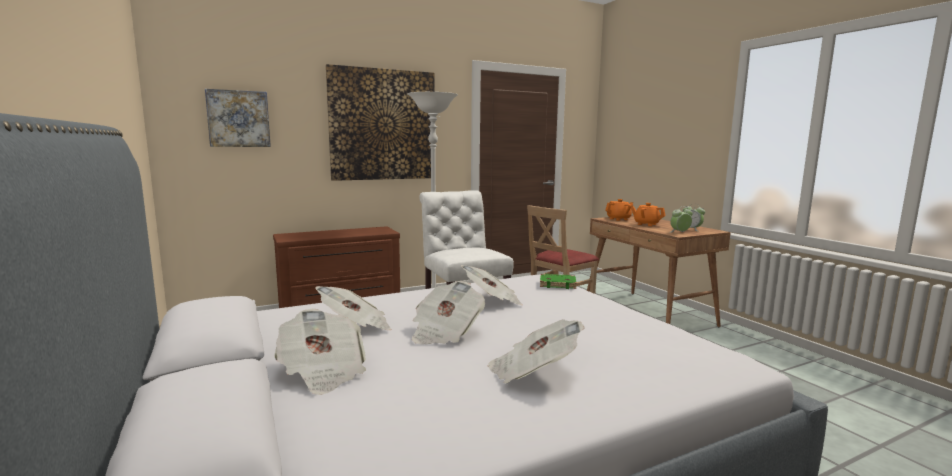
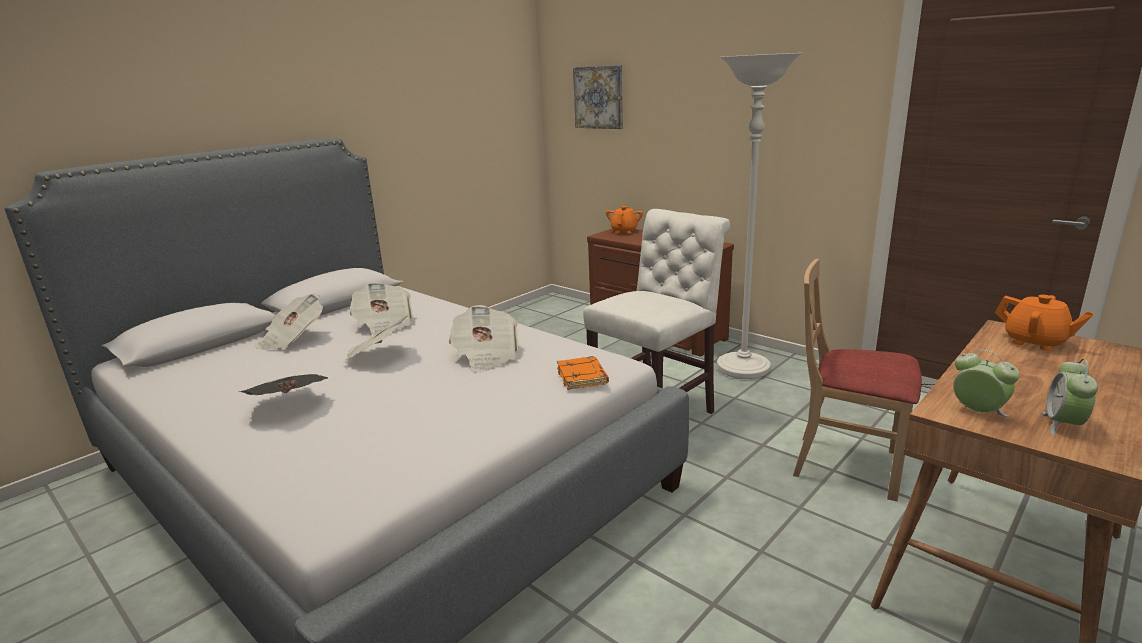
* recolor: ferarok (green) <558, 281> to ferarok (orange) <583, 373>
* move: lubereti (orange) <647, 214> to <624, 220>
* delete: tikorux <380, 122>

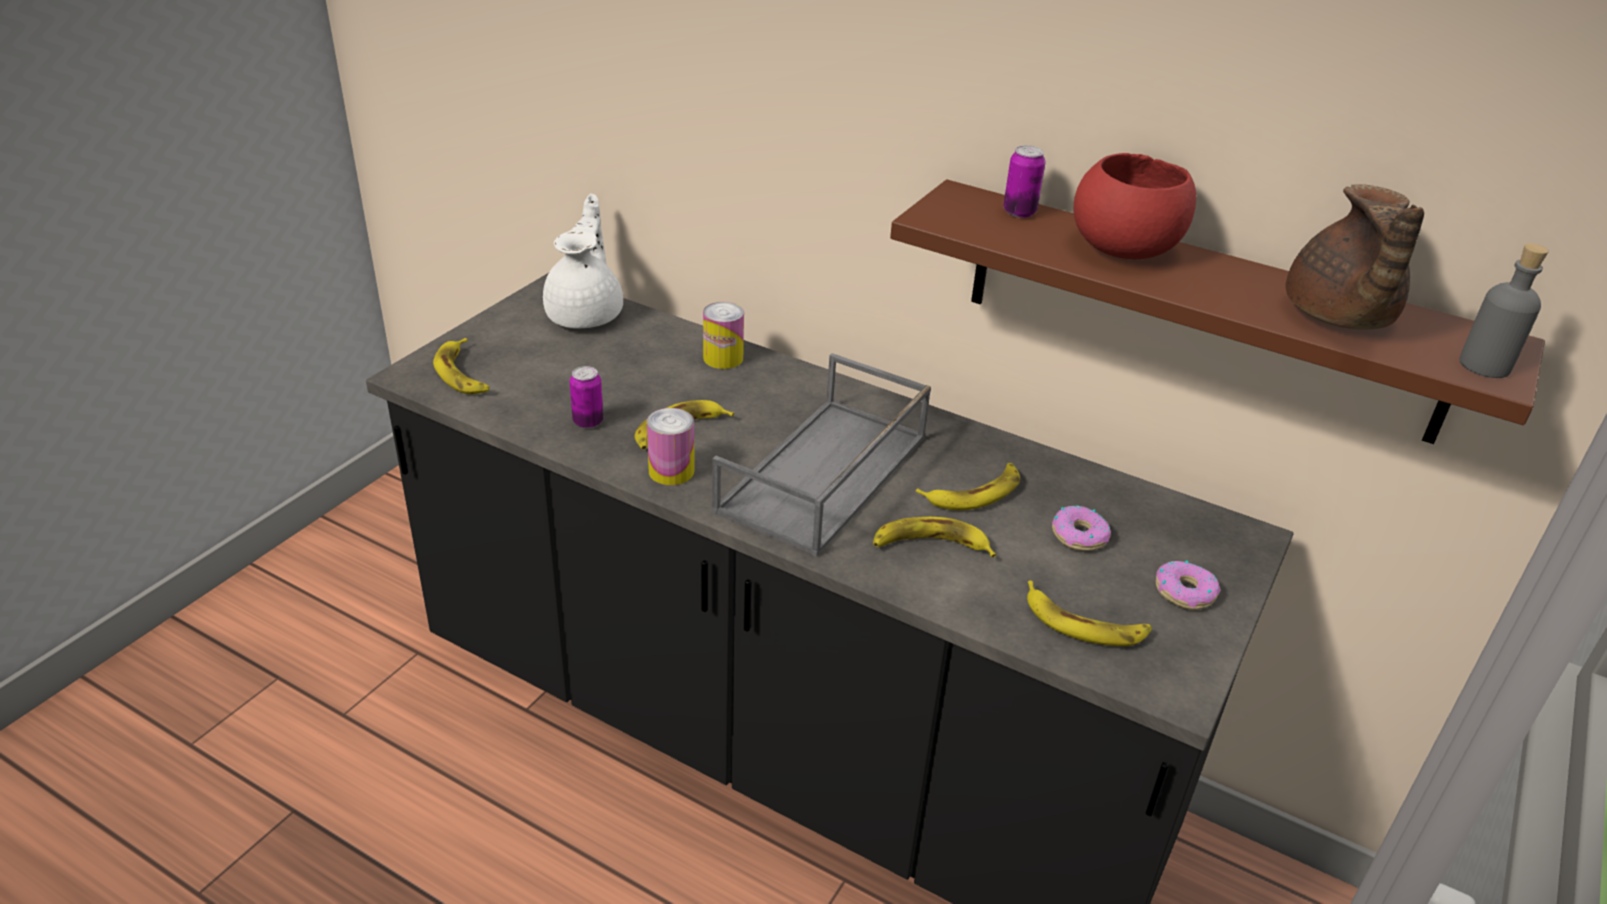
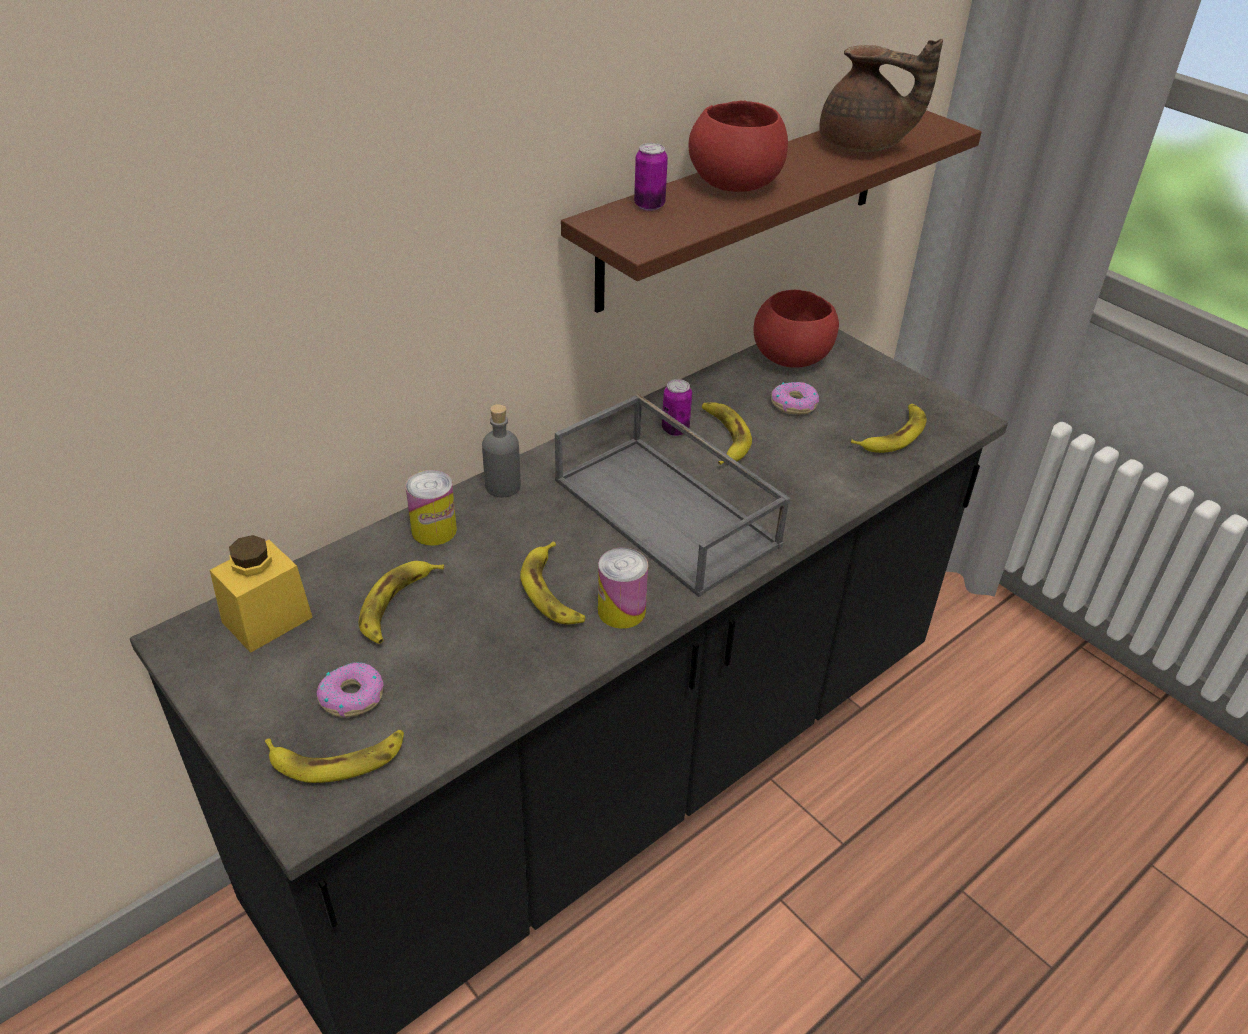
* replace: lubereti (white) <583, 261> to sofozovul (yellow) <261, 594>
* move: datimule <1188, 585> to <350, 689>
* move: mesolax <934, 537> to <401, 602>
* move: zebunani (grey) <1504, 310> to <501, 450>
* move: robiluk <586, 397> to <677, 407>
* insert: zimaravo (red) <796, 329>

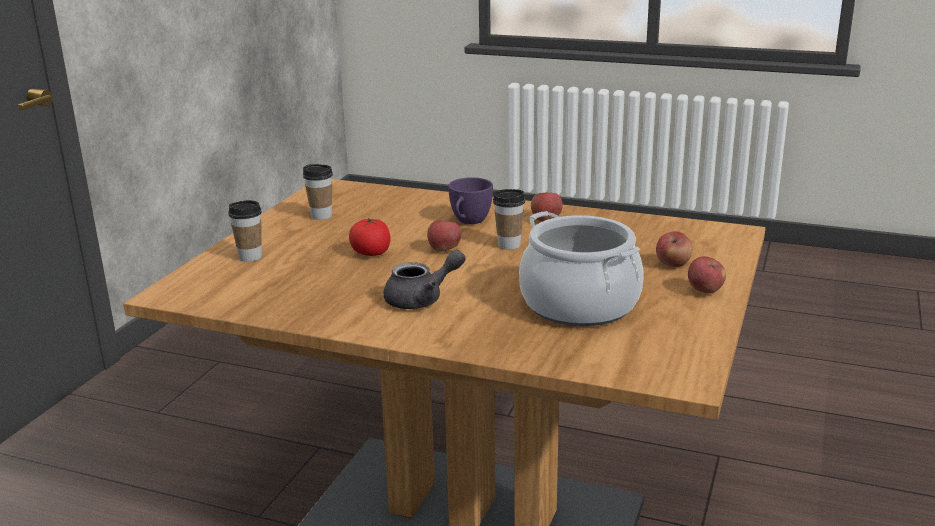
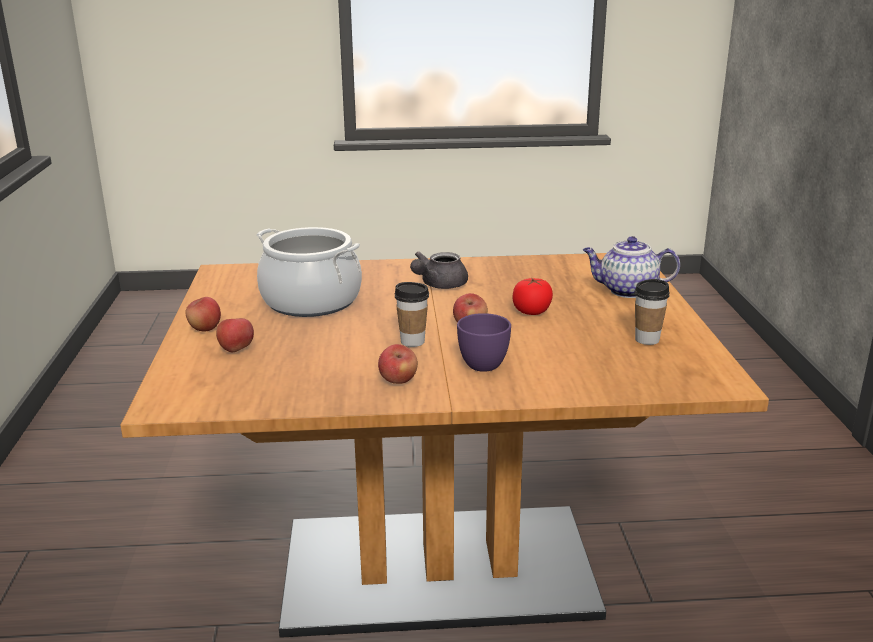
* replace: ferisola <245, 231> to lubereti <631, 267>

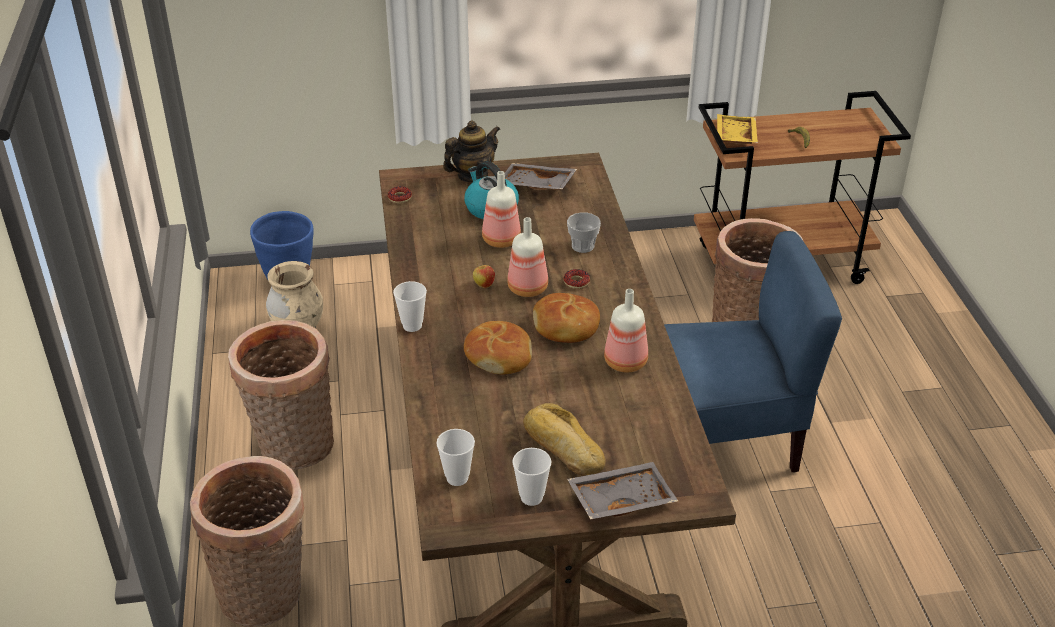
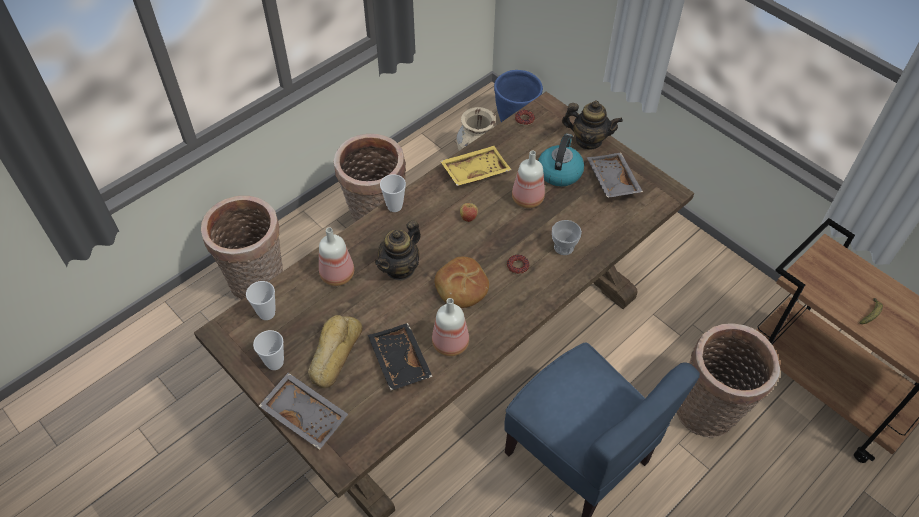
* move: zebunani <527, 257> to <336, 256>
* insert: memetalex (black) <400, 357>
* replace: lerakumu <498, 348> to lubereti <398, 250>
* move: memetalex (yellow) <737, 129> to <475, 166>

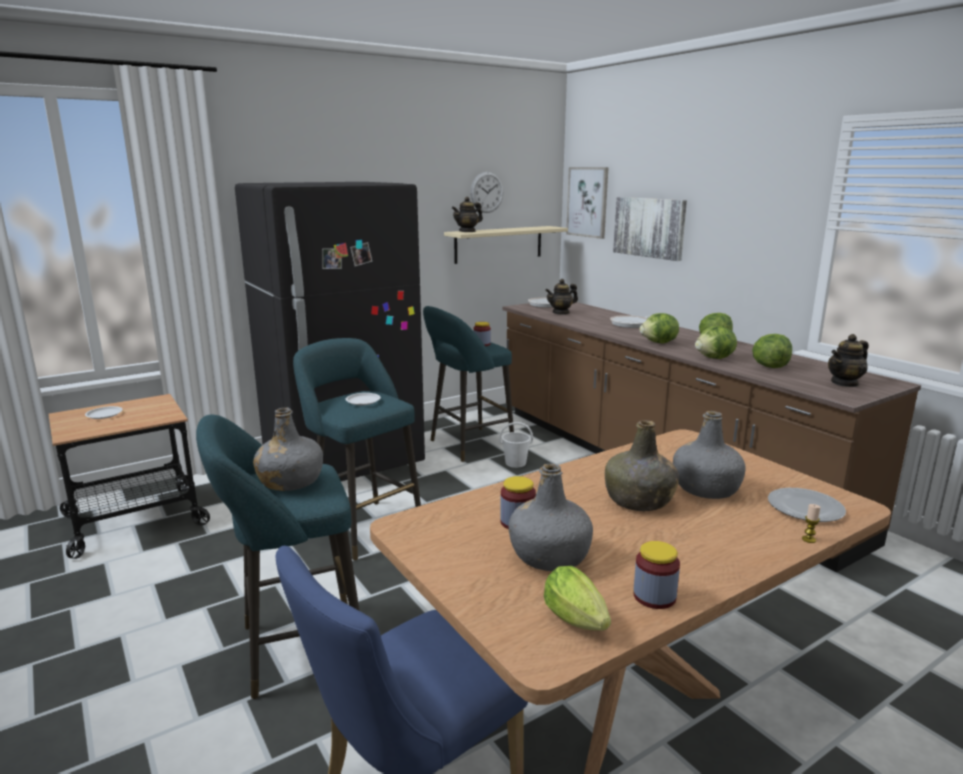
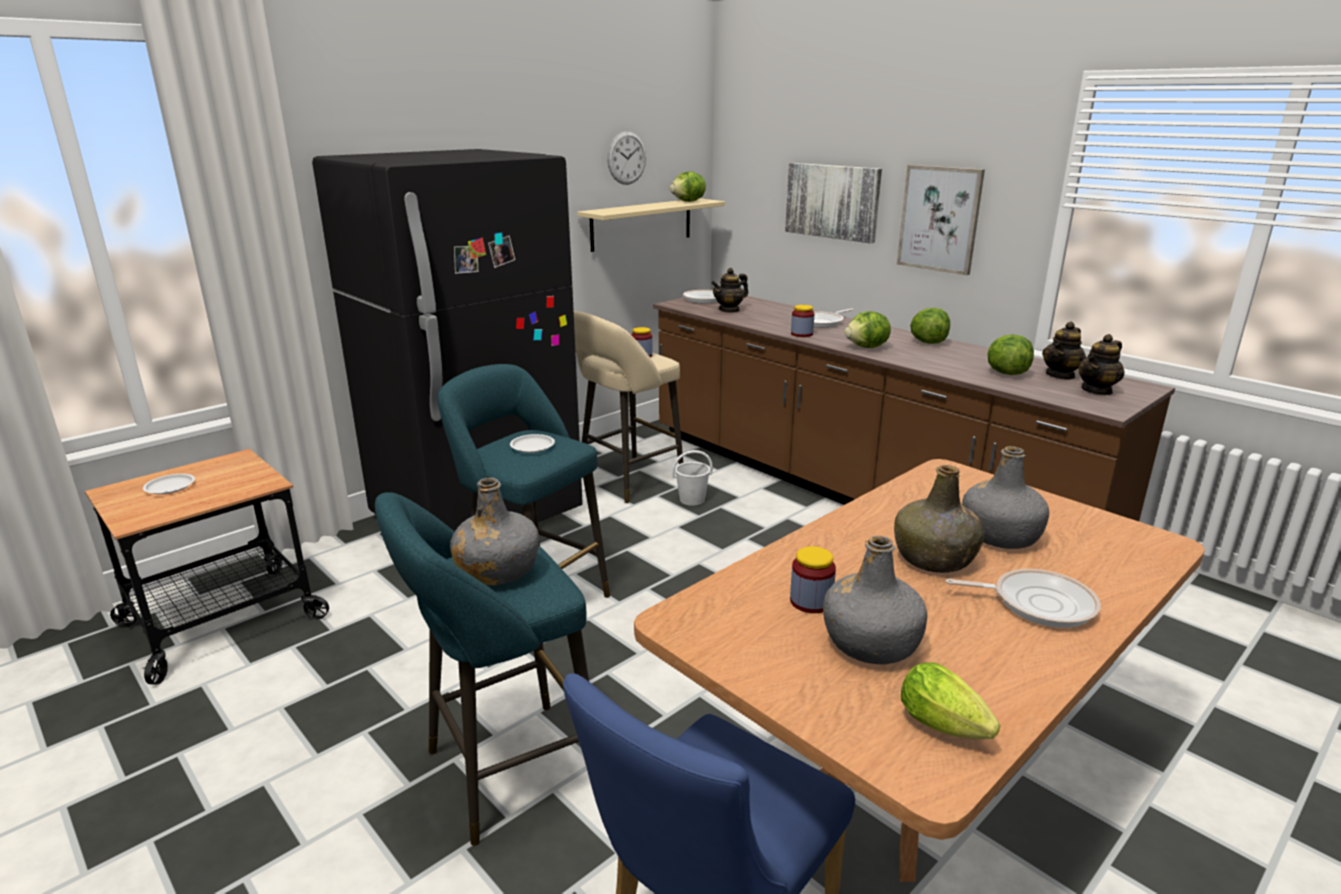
* recolor: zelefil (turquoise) <468, 384> to zelefil (beige) <628, 407>
* move: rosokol <716, 342> to <688, 187>
* move: sofozovul <656, 575> to <802, 321>
* move: tikorux <587, 203> to <941, 220>
* insert: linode <1023, 598>
* move: lubereti <467, 214> to <1064, 351>
* delete: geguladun <807, 505>
* delete: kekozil <811, 523>

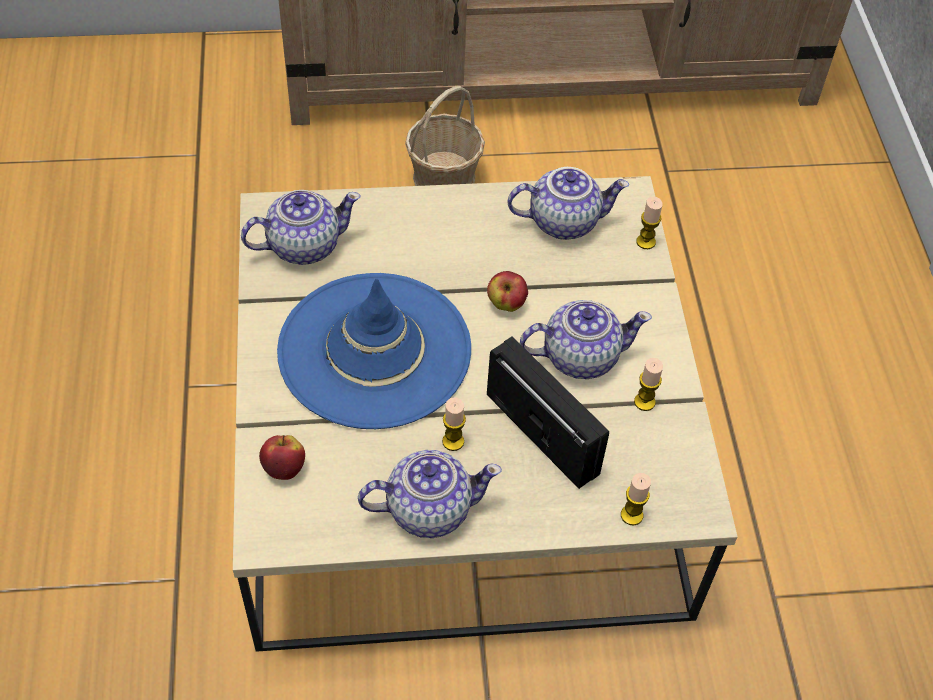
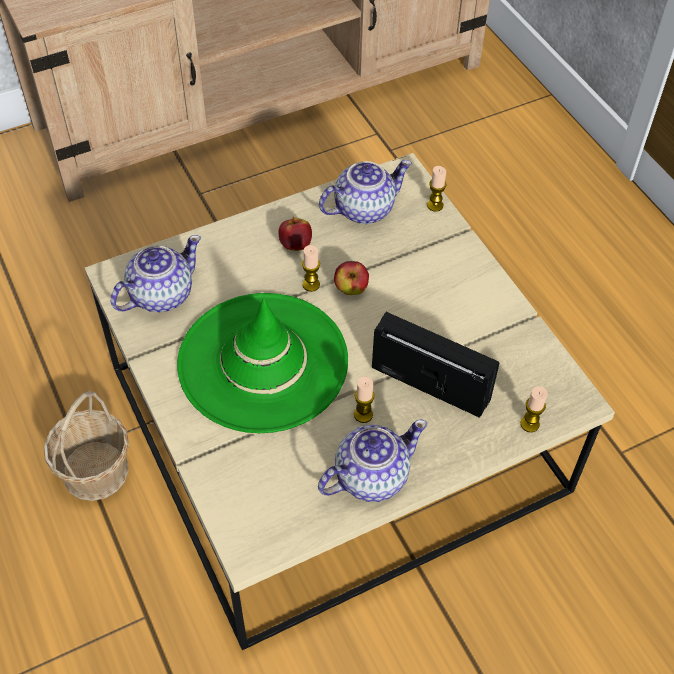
* move: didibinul <445, 136> to <86, 445>
* recolor: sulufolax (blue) <374, 351> to sulufolax (green) <262, 363>
* move: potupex <282, 457> to <295, 233>
* move: kekozil <648, 384> to <311, 268>
* delete: lubereti <586, 339>

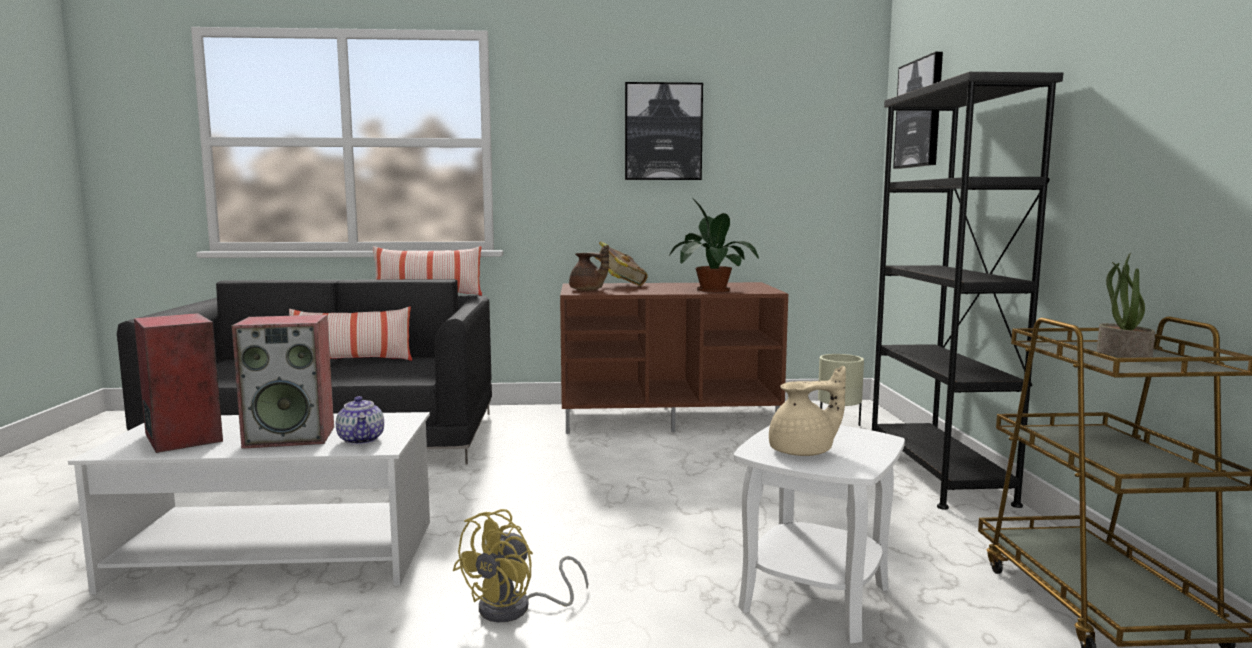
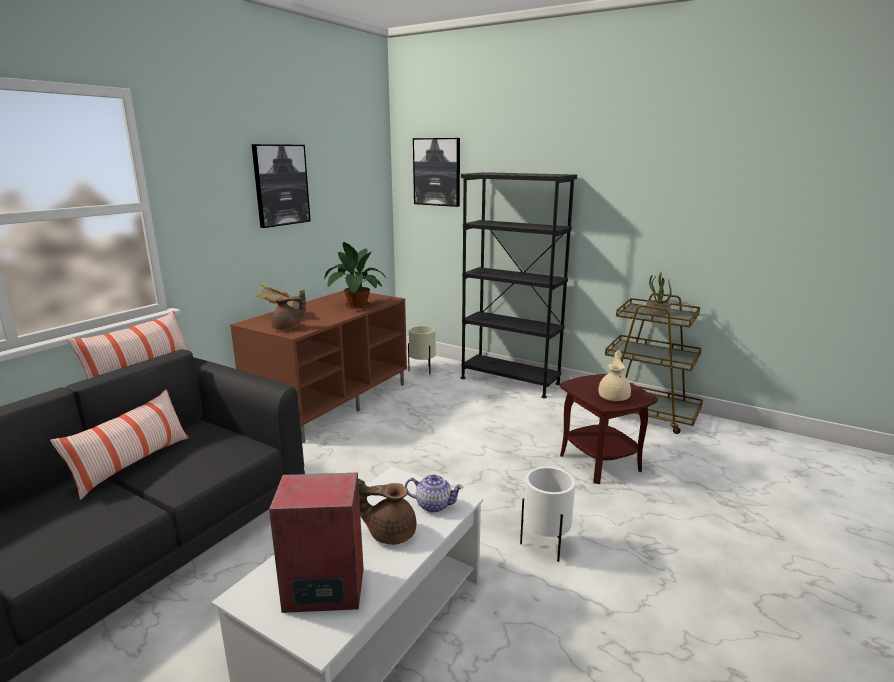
* replace: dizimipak <283, 382> to lubereti (brown) <387, 511>
* replace: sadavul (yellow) <520, 565> to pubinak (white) <547, 514>
* recolor: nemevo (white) <819, 534> to nemevo (brown) <609, 429>

